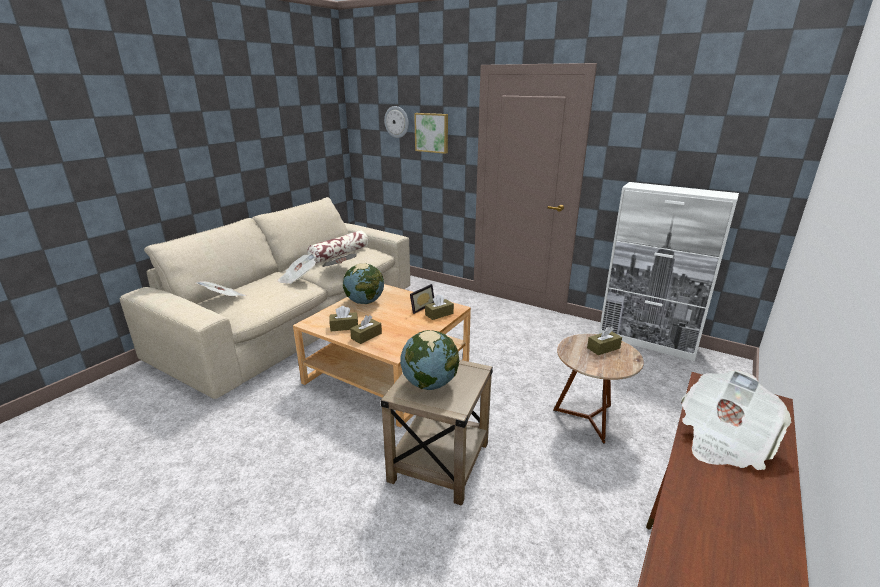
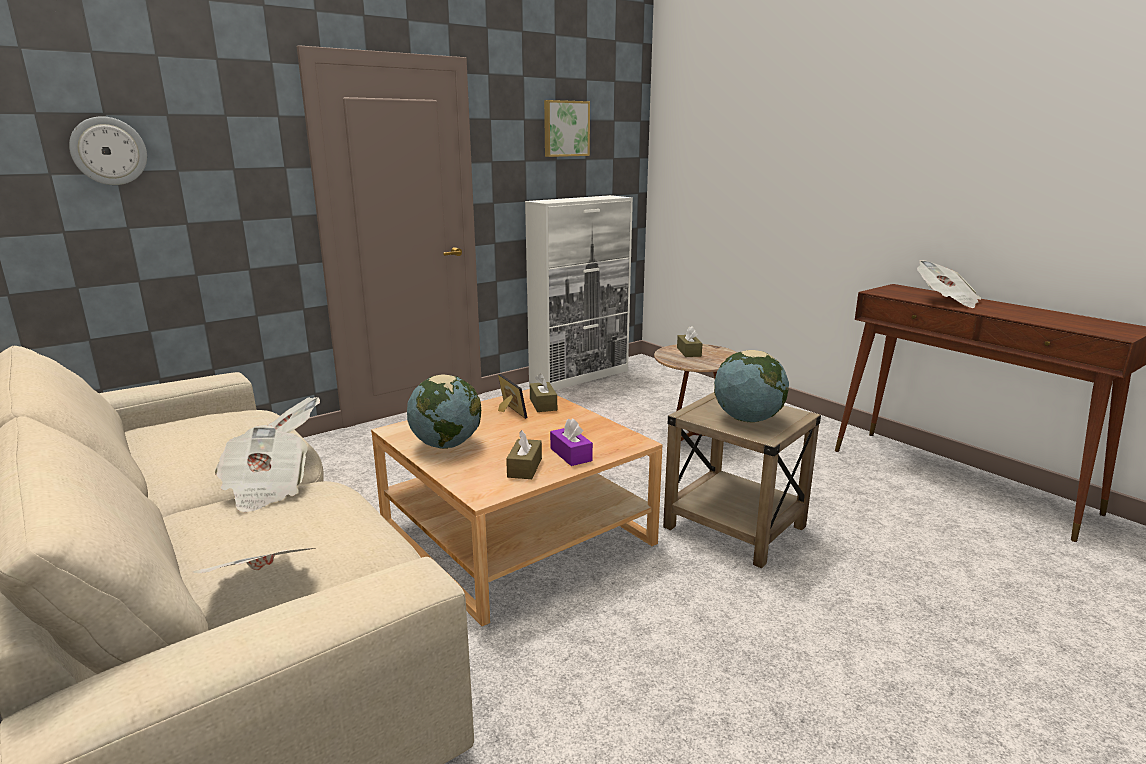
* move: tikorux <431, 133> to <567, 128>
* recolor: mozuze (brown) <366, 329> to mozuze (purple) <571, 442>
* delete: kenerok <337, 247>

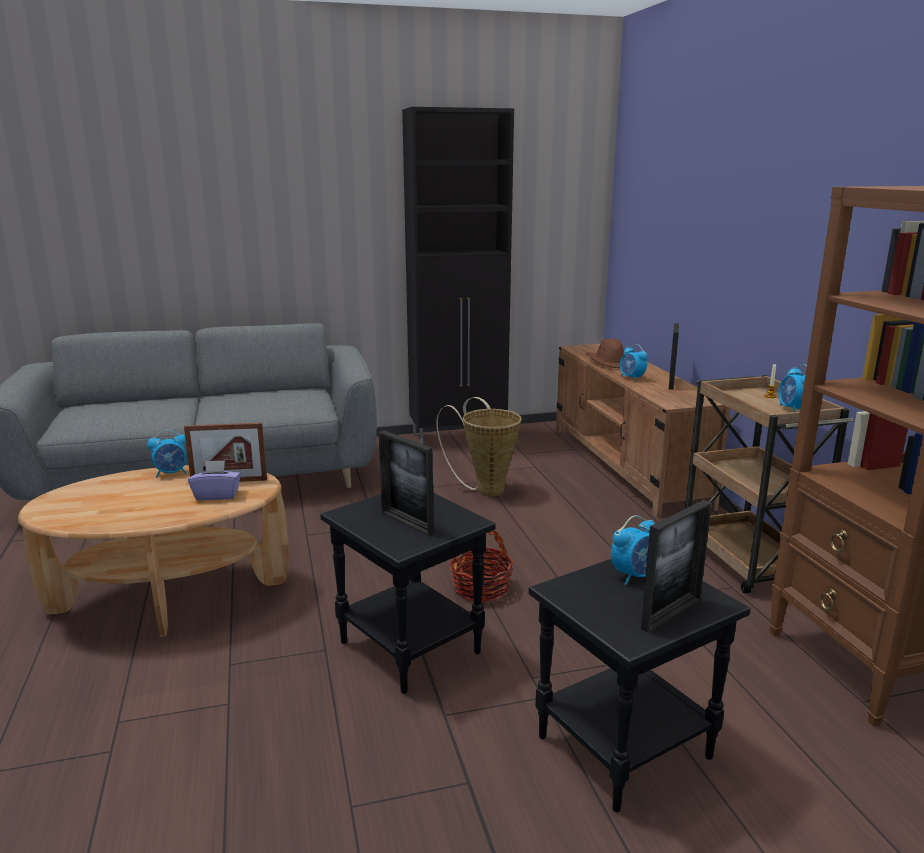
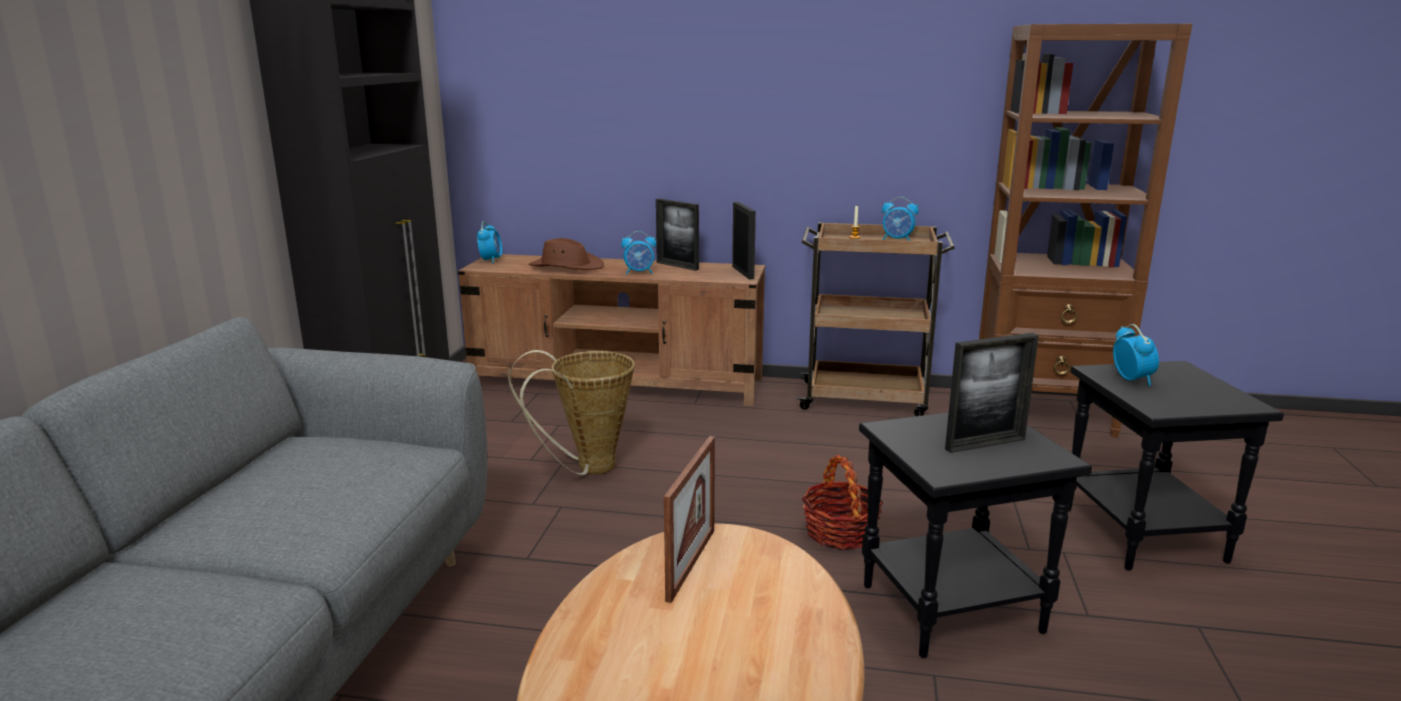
* move: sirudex <167, 454> to <489, 242>
* move: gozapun <676, 566> to <744, 240>
* delete: mozuze (purple) <214, 480>

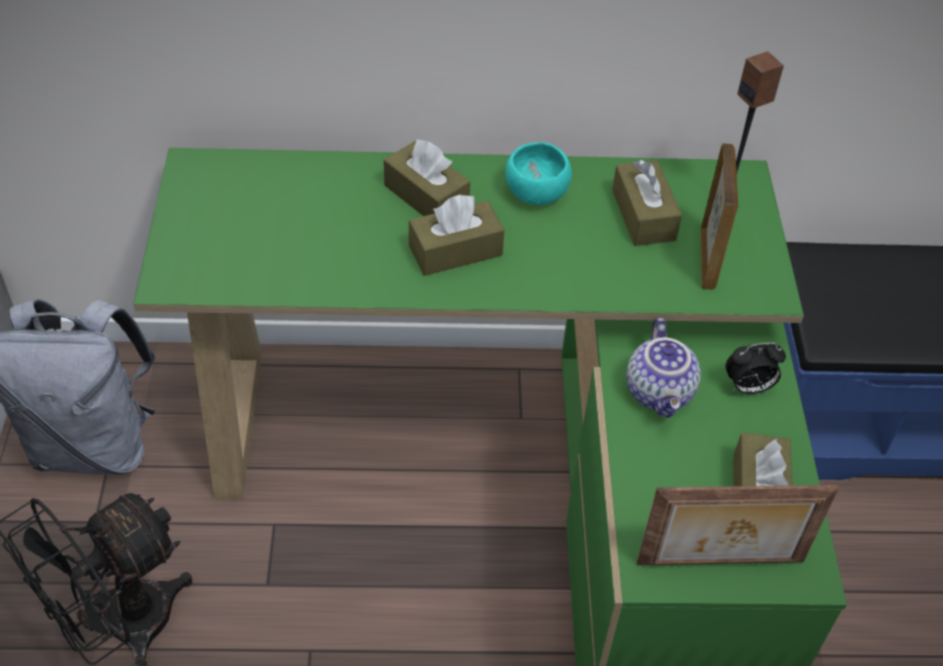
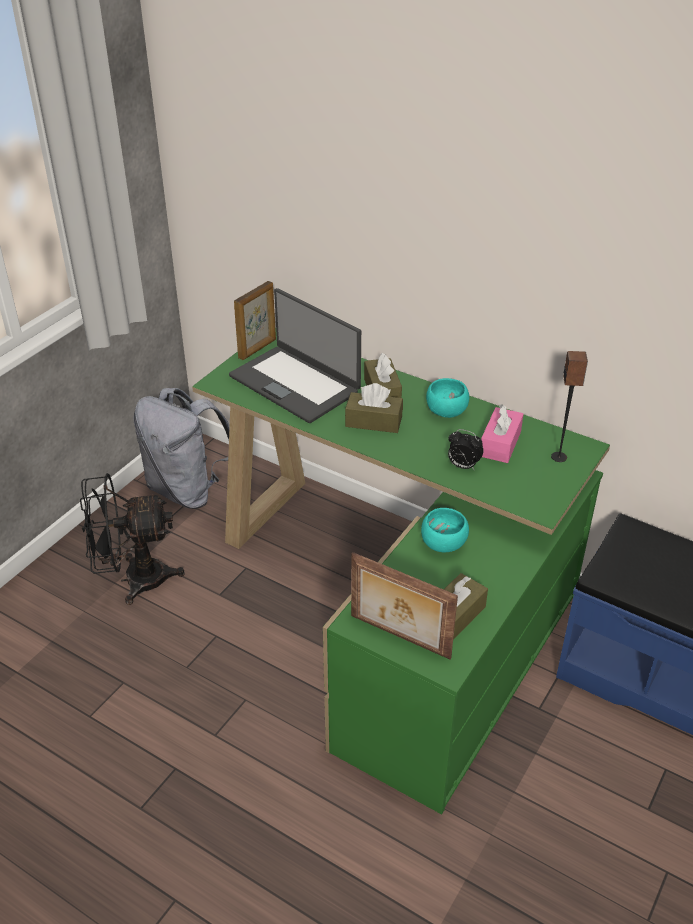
* insert: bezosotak <295, 355>
* move: gozapun <719, 216> to <255, 320>
* replace: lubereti <664, 368> to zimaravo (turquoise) <445, 530>
* move: sirudex <755, 368> to <466, 449>
* recolor: mozuze (brown) <647, 203> to mozuze (pink) <502, 433>

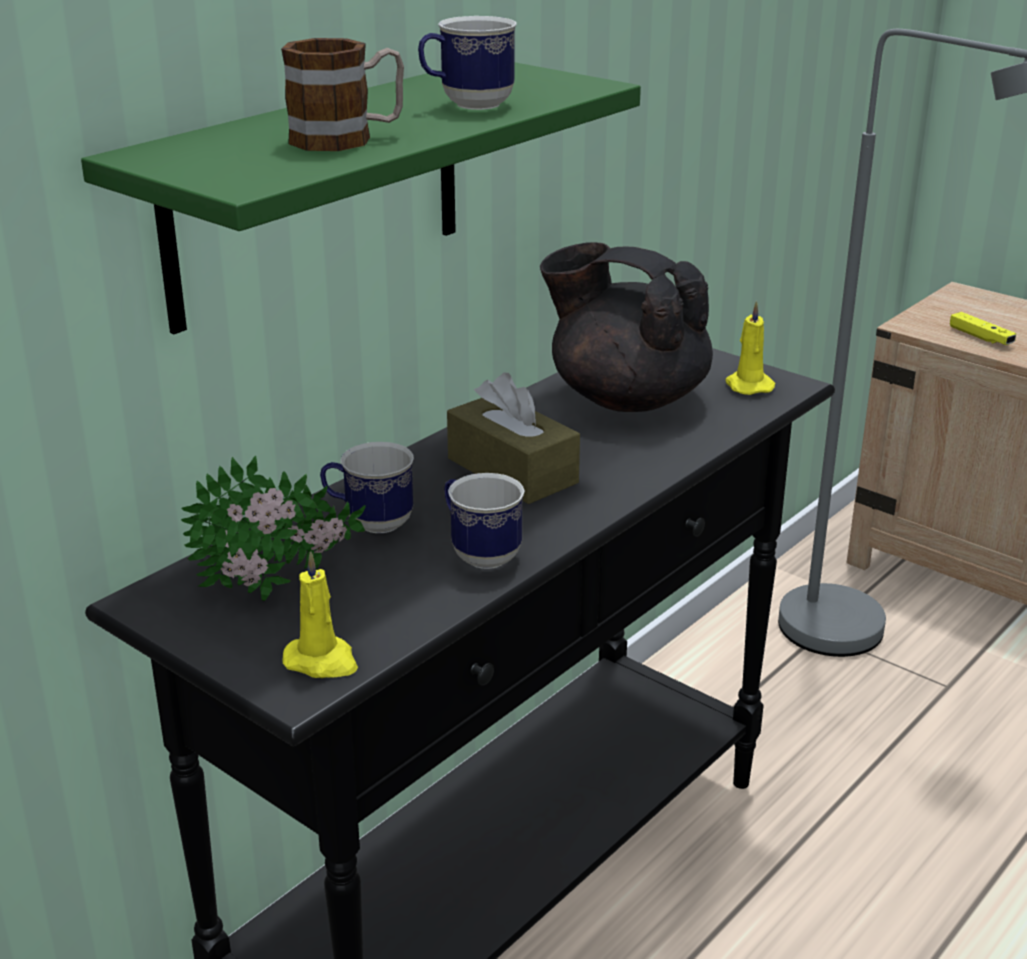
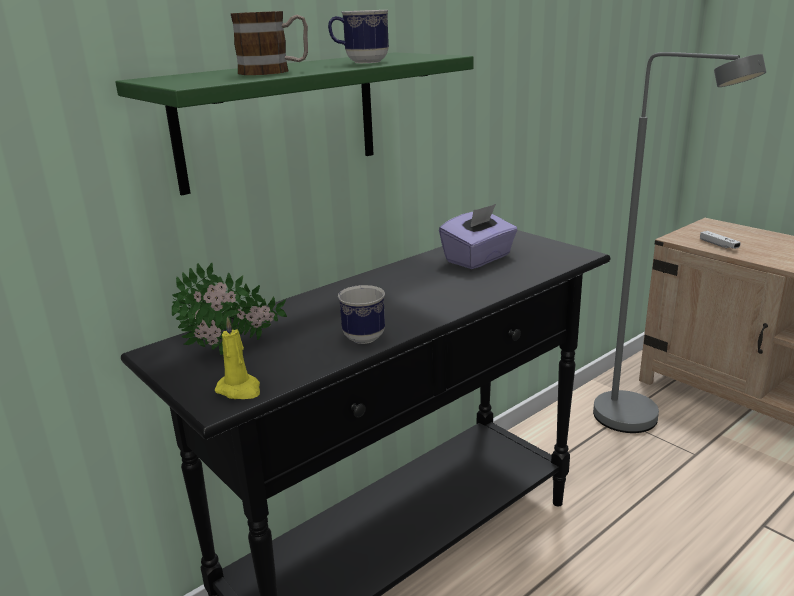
* replace: lubereti (black) <626, 327> to mozuze (purple) <478, 236>
* recolor: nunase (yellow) <983, 328> to nunase (white) <720, 240>
* delete: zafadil <367, 487>
* delete: mozuze (brown) <513, 438>
* delete: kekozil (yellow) <750, 348>

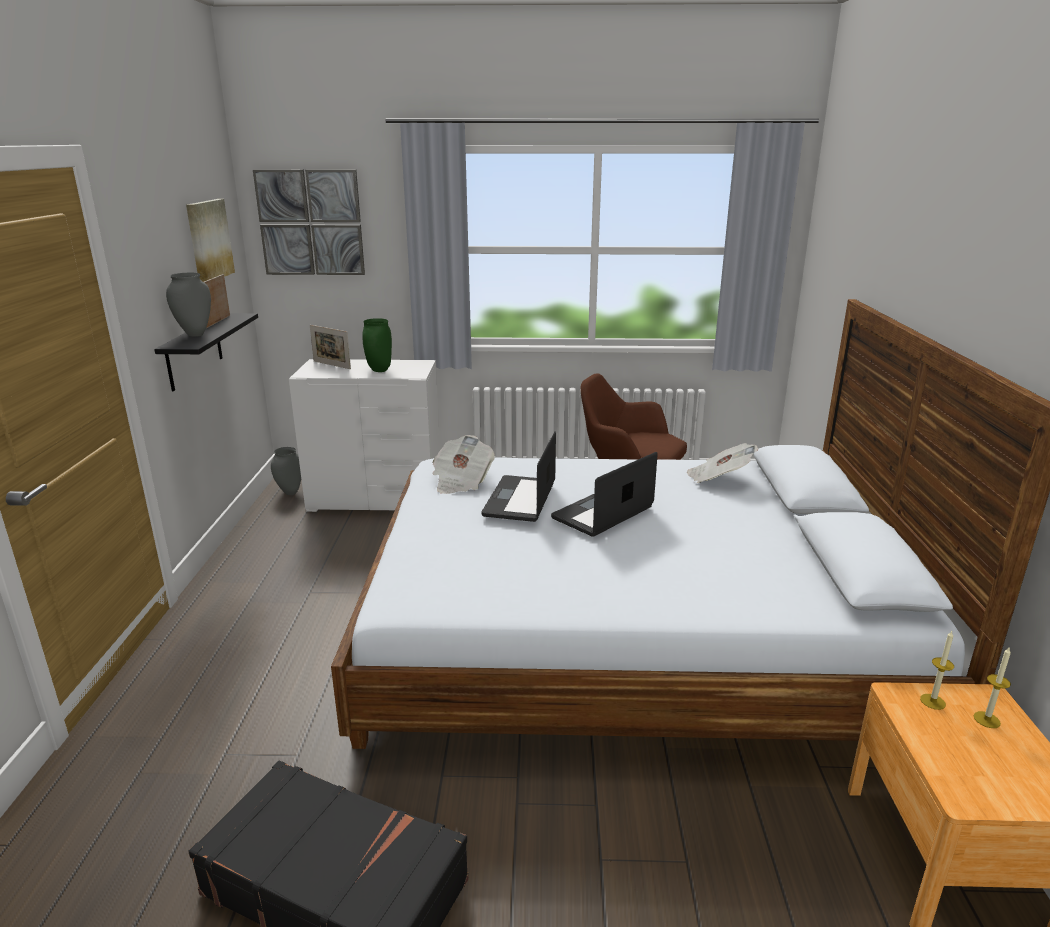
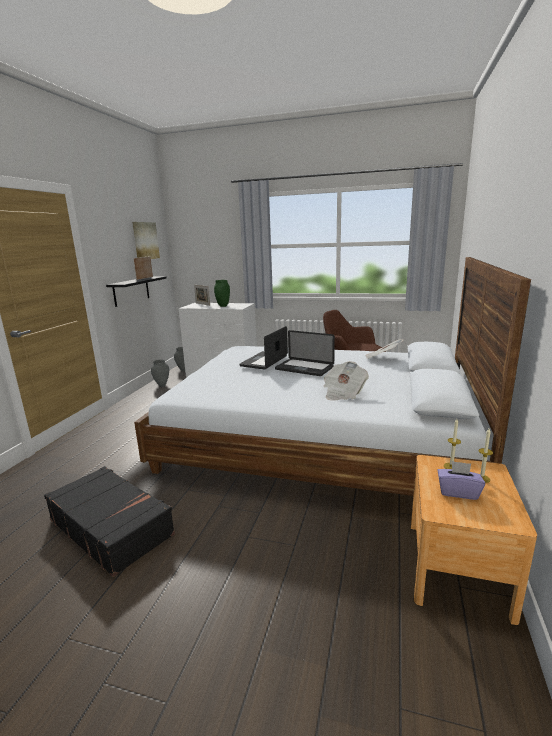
* move: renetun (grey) <188, 305> to <160, 373>
* rotate: bezosotak <604, 494> = <305, 353> 120 degrees counterclockwise
* move: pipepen <464, 464> to <346, 381>
* insert: mozuze (purple) <461, 480>
* delete: tikorux <309, 222>

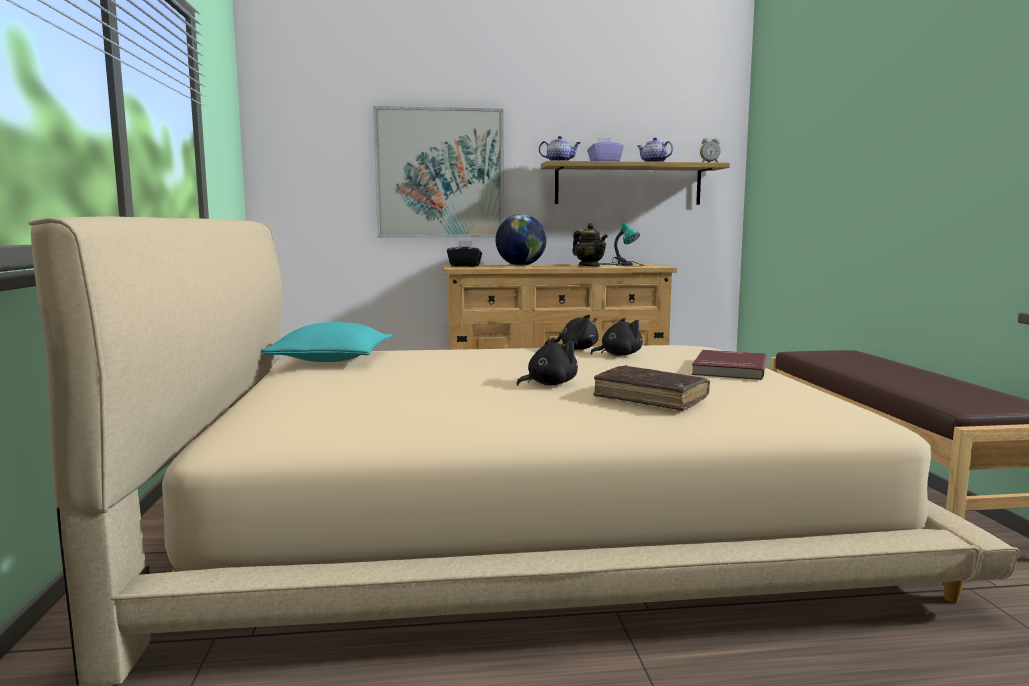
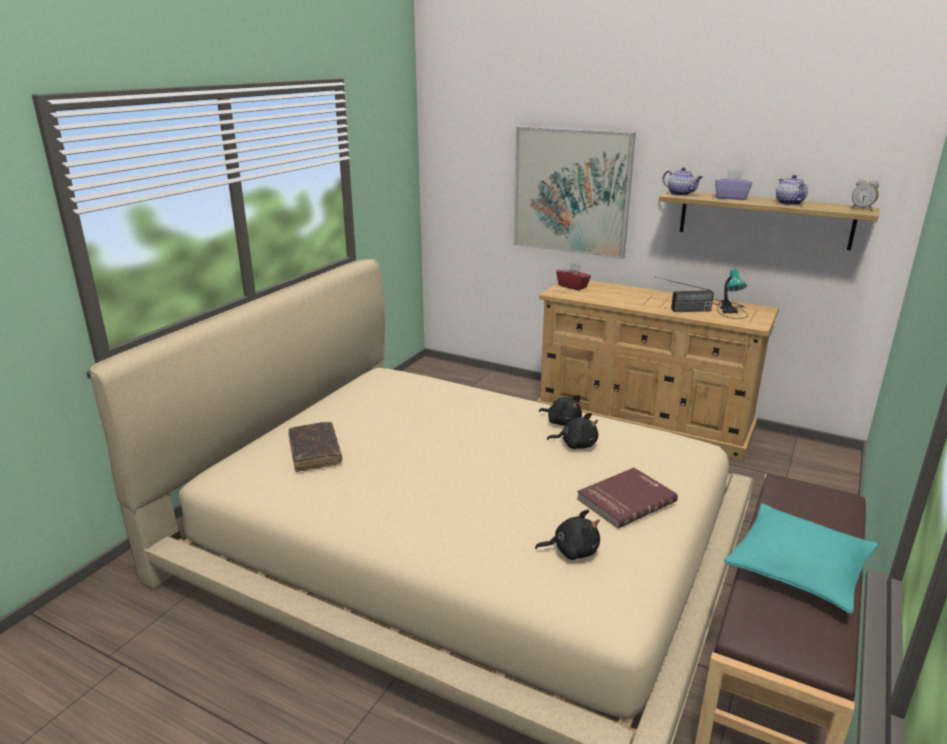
* move: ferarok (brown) <651, 388> to <315, 447>
* move: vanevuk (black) <547, 362> to <567, 534>
* recolor: mozuze (black) <464, 253> to mozuze (red) <573, 276>
* replace: lubereti <590, 245> to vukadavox <685, 294>
* move: kenerok (turquoise) <327, 342> to <801, 559>
* delete: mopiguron <521, 240>

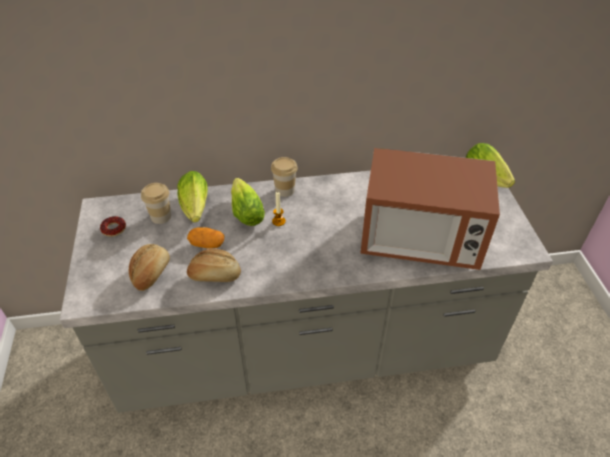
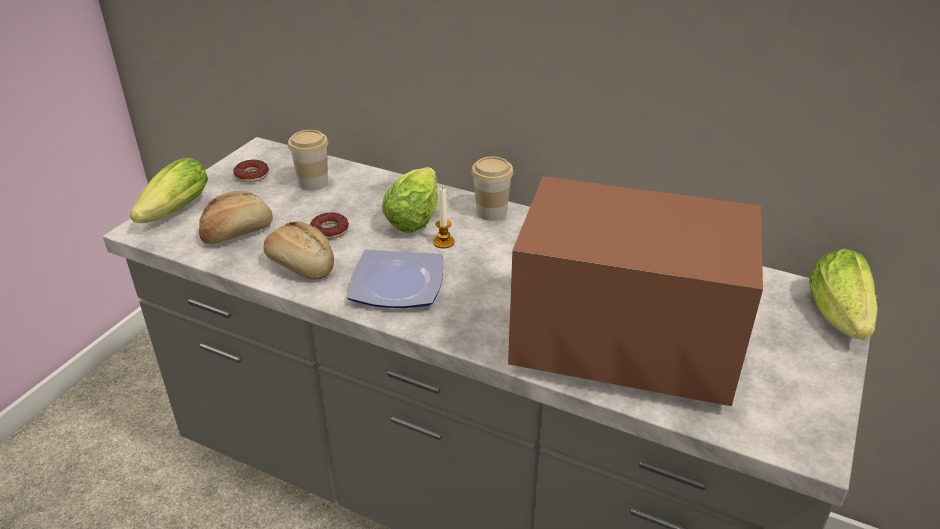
* move: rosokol <193, 197> to <169, 190>
* replace: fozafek <205, 237> to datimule <329, 226>
* insert: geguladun <395, 278>
* rotate: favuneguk <430, 209> = <635, 291> 150 degrees clockwise

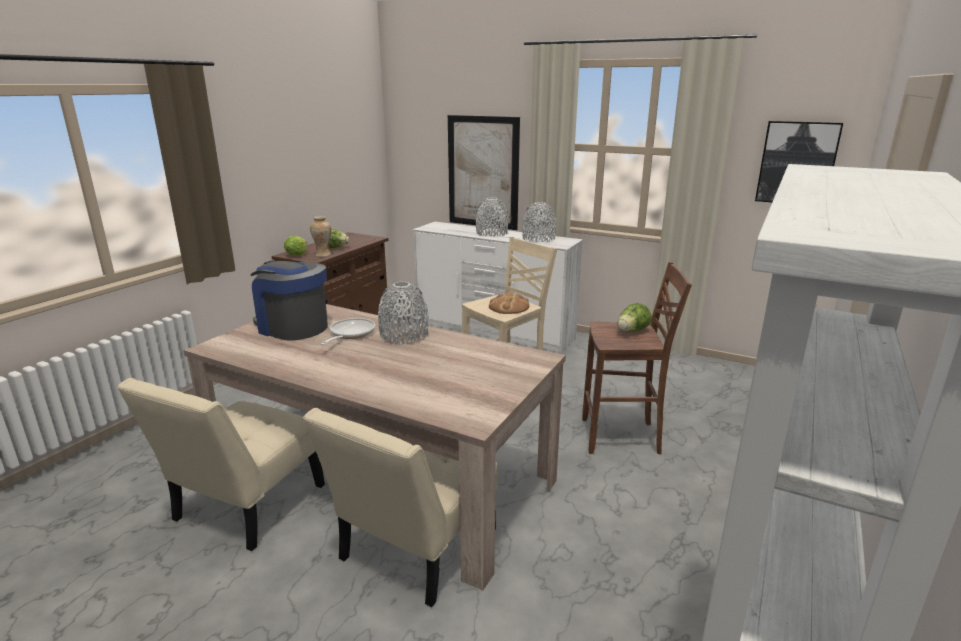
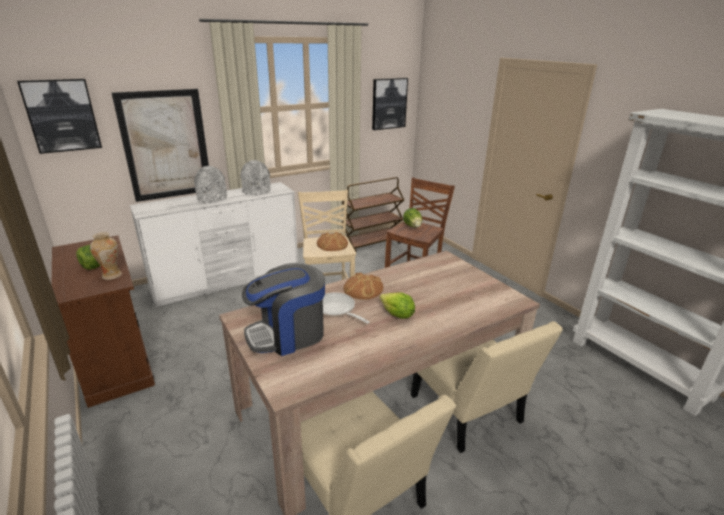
* insert: tikorux <59, 116>
* insert: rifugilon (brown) <373, 214>
* replace: renetun (grey) <403, 313> to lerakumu <363, 286>
* move: rosokol <295, 246> to <397, 305>

